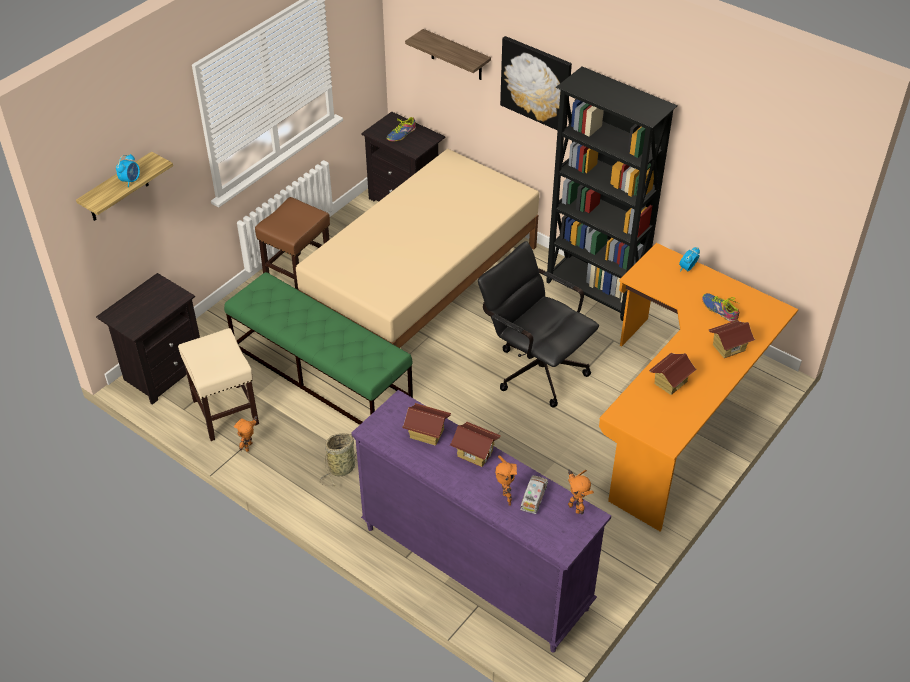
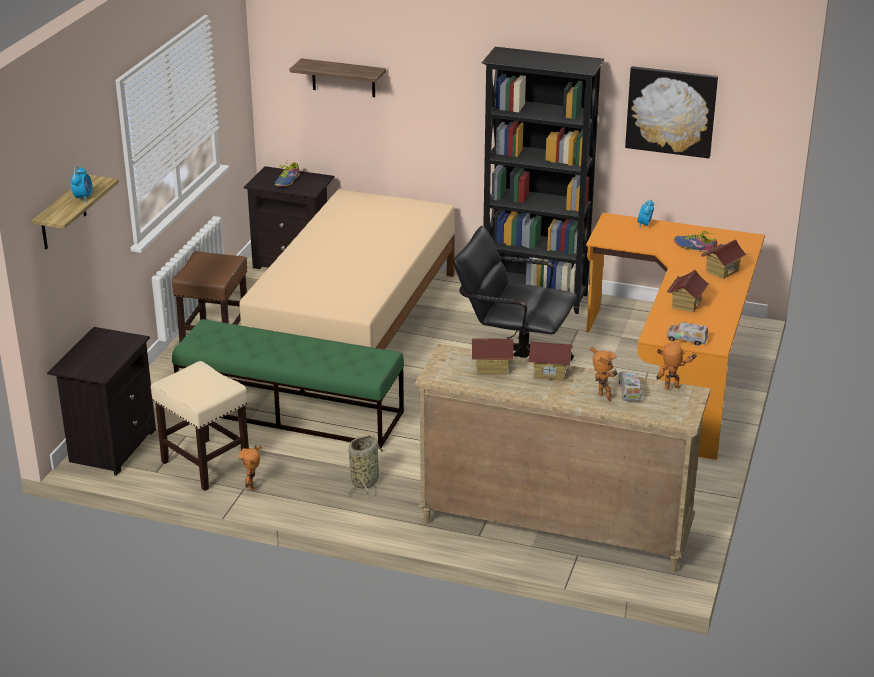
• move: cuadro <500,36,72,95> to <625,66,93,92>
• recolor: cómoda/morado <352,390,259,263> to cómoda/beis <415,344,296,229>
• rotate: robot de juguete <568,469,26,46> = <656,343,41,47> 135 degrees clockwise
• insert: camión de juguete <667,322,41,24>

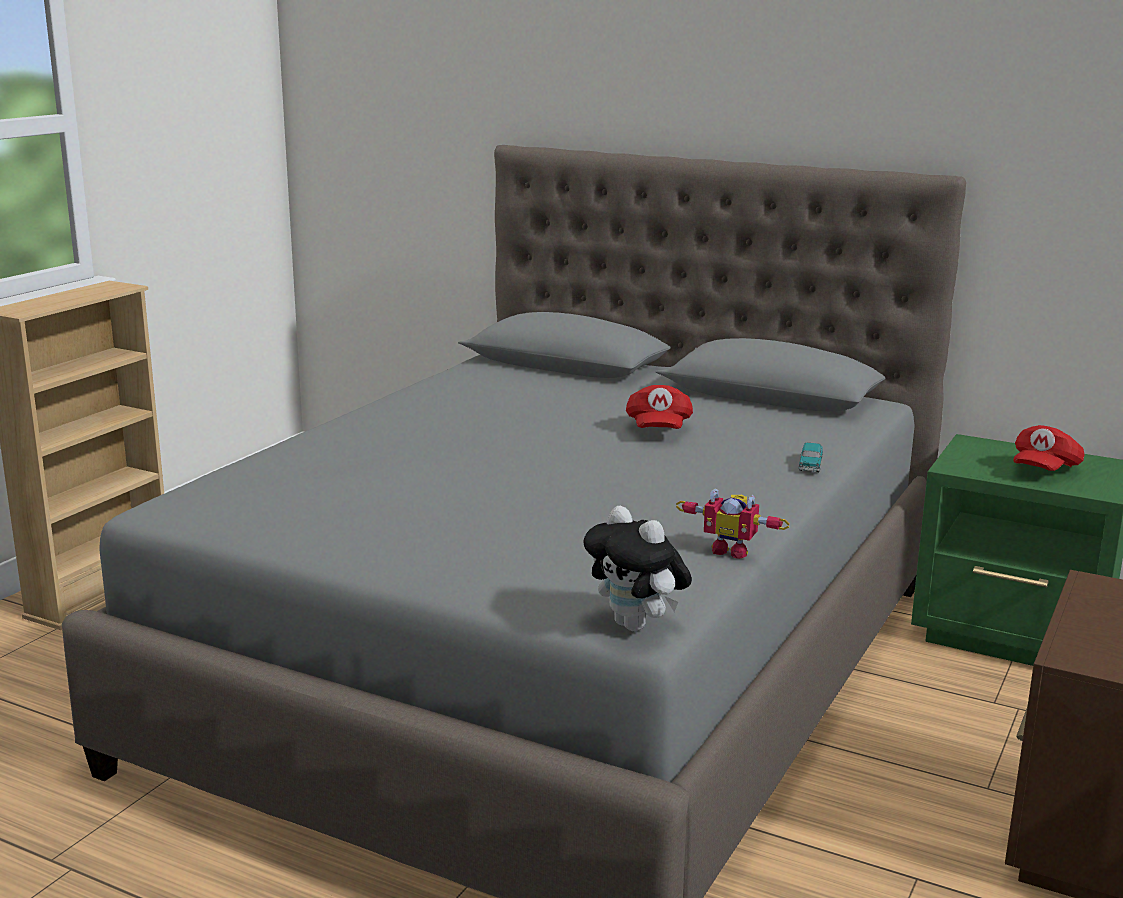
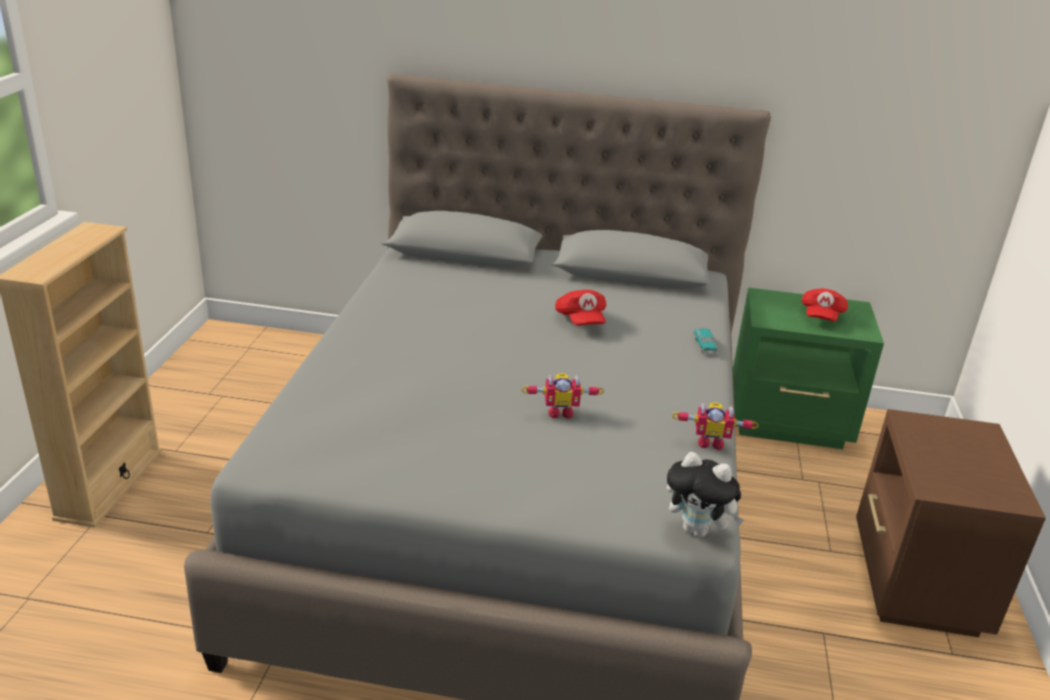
• insert: robot de juguete <521,373,83,46>

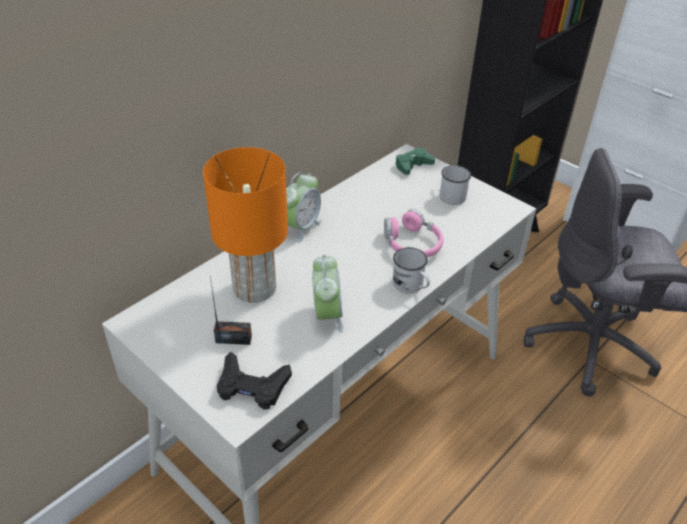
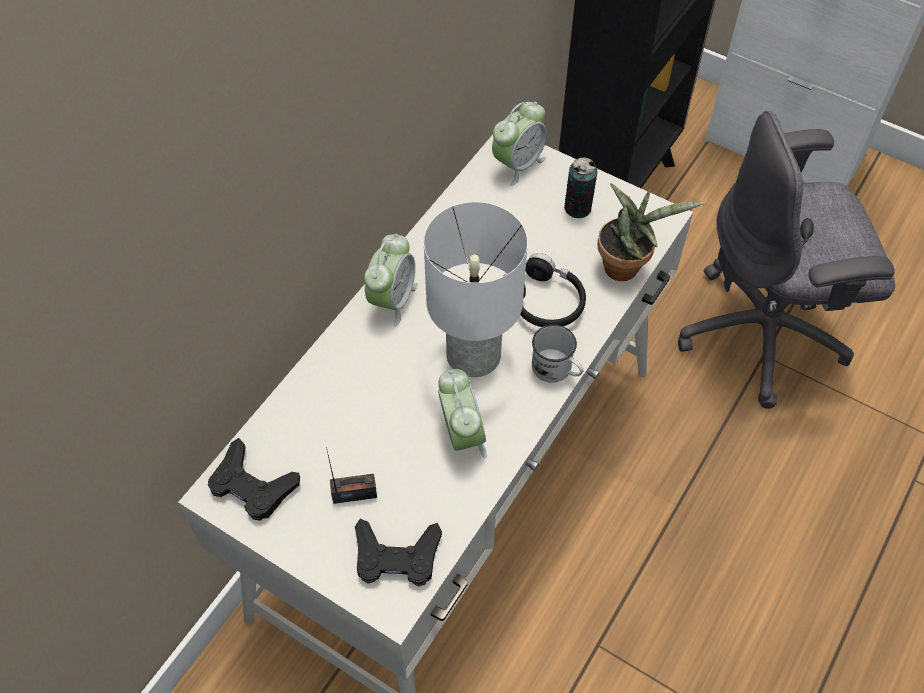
• delete: lámpara de mesa/naranja <203,147,85,156>
• replace: mando de consola/verde <396,147,39,28> to despertador <492,102,55,84>
• replace: taza grande/blanco <440,165,31,40> to lata <564,157,33,61>
• recolor: auriculares/rosa <384,209,59,48> to auriculares/negro <503,253,83,74>
• insert: planta en maceta <598,183,106,98>
• insert: lámpara de mesa/blanco <424,202,104,175>
• insert: mando de consola/negro <208,438,92,83>

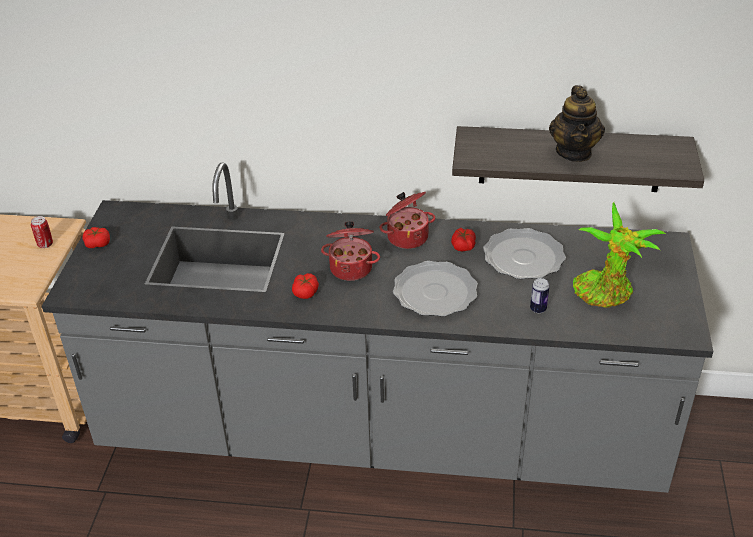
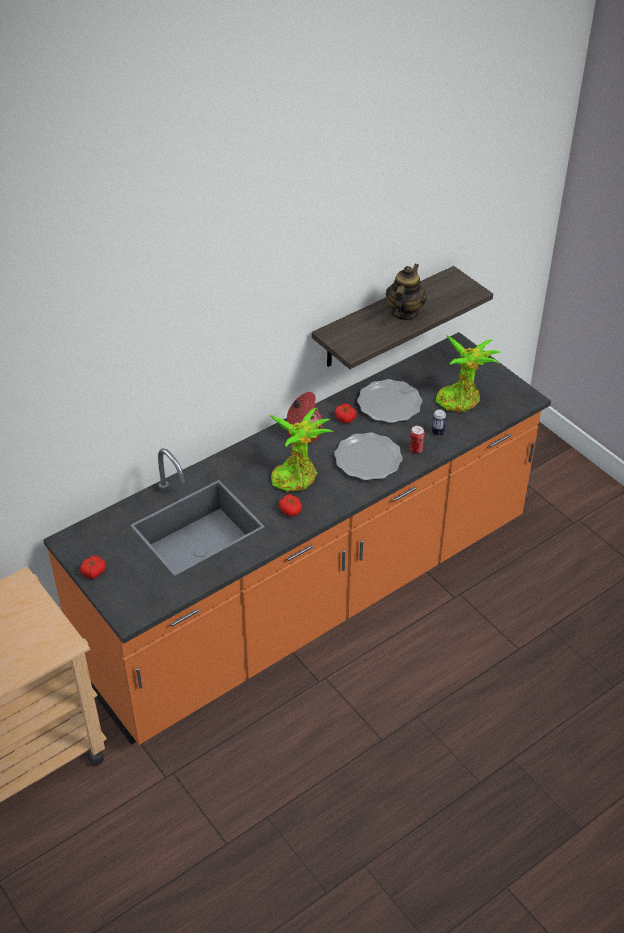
• rotate: tetera <549,85,56,77> = <386,263,41,57> 120 degrees counterclockwise
• recolor: mueble bajo de cocina/gris <42,162,671,331> to mueble bajo de cocina/naranja <43,332,508,413>
• move: lata <31,216,22,32> to <409,426,16,27>
• replace: olla <321,222,59,59> to planta en maceta <269,408,64,84>

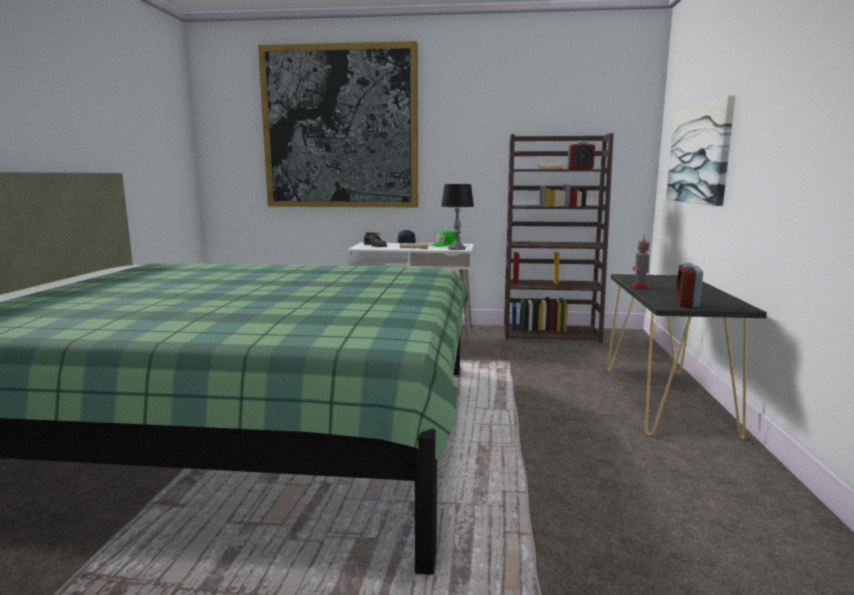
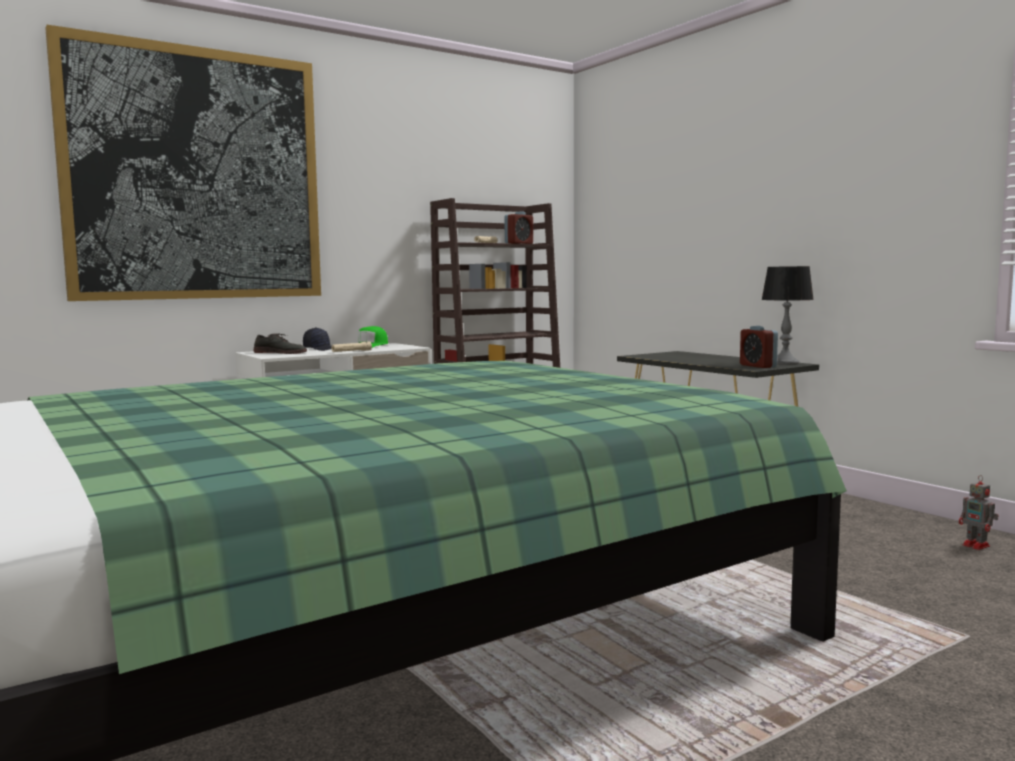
• delete: cuadro <666,95,69,111>
• move: lámpara de mesa <441,184,33,66> to <761,266,53,99>
• move: robot de juguete <632,235,18,53> to <959,475,40,75>

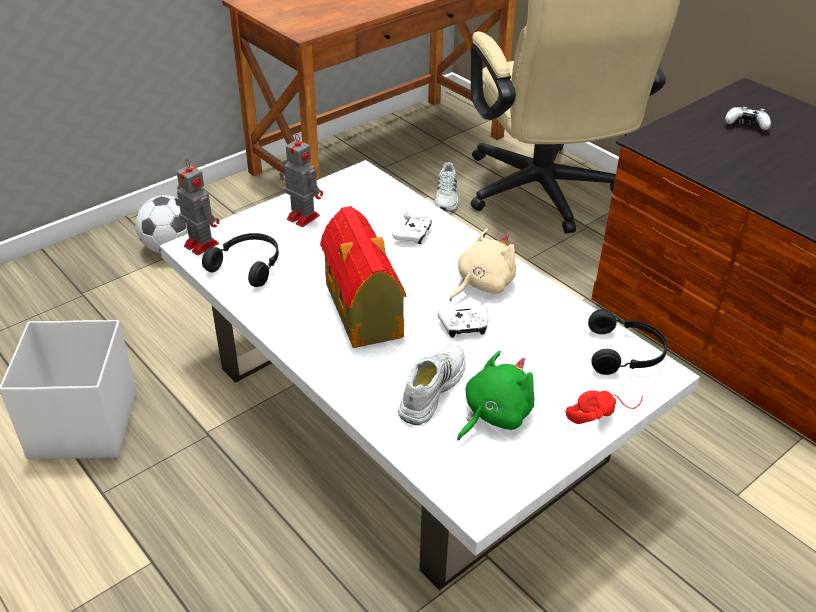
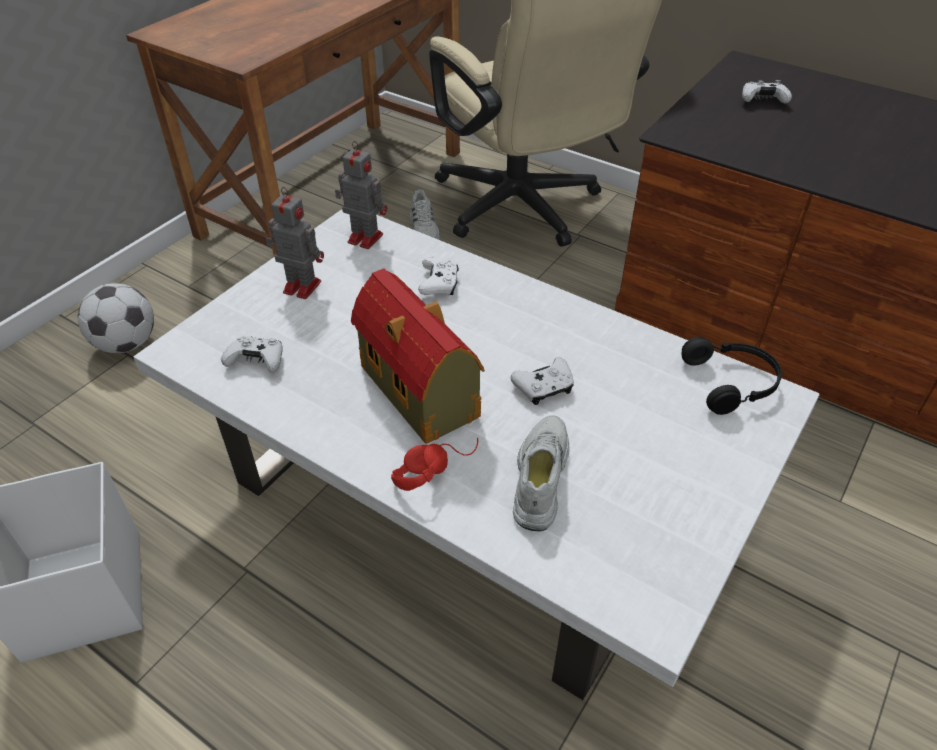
• move: robot de juguete <175,159,44,96> to <335,141,52,108>
• delete: peluche/beis <449,228,67,73>
• replace: auriculares/negro <202,233,77,54> to mando de consola/blanco <221,336,61,36>
• delete: peluche/verde <457,351,77,90>
• move: auriculares/rojo <566,391,77,33> to <391,438,87,53>

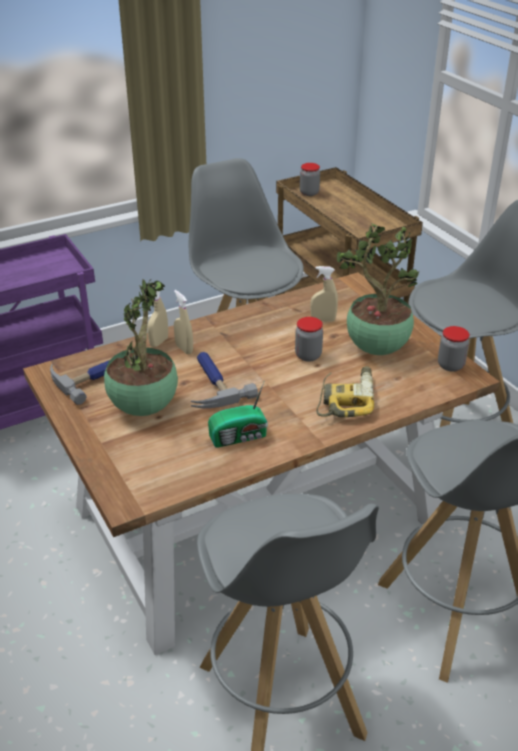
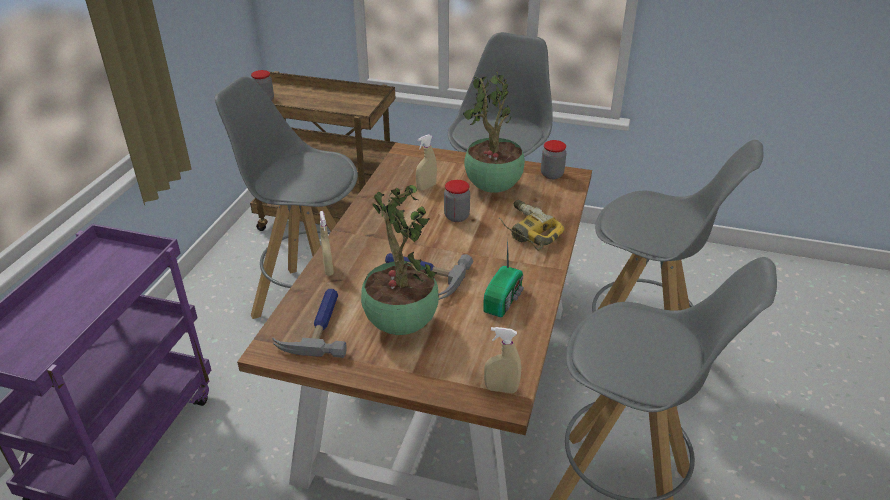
• move: pulverizador/beis <174,290,19,64> to <484,327,37,66>

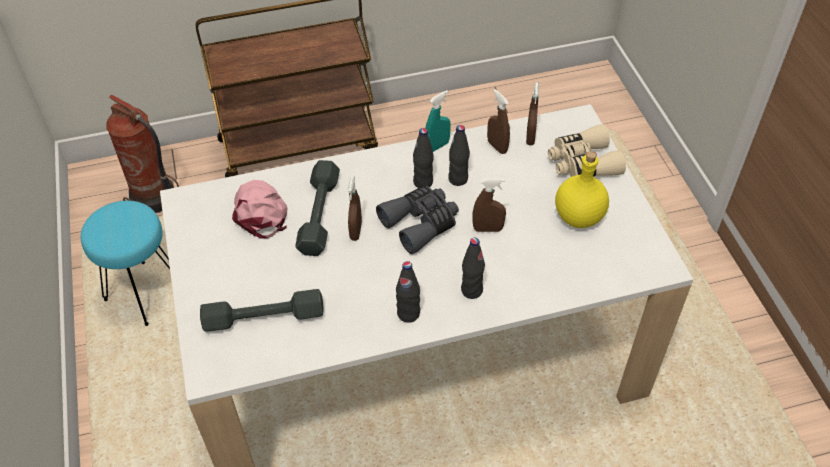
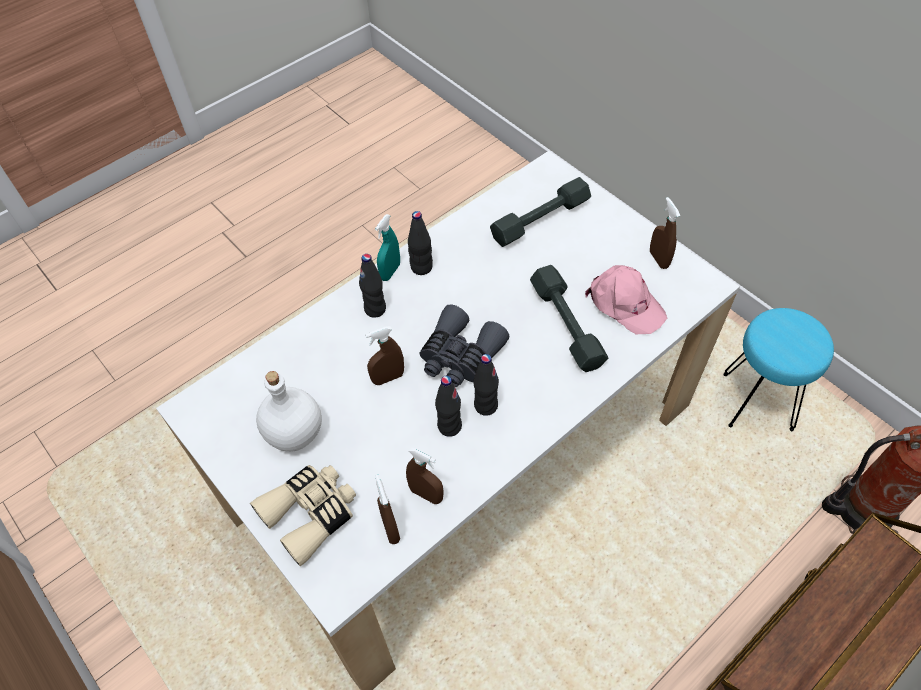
• move: pulverizador/turquesa <426,90,25,62> to <375,214,25,67>
• recolor: botella/amarillo <555,151,54,77> to botella/blanco <256,371,66,81>
• move: pulverizador/marrón <348,176,14,65> to <650,197,30,72>

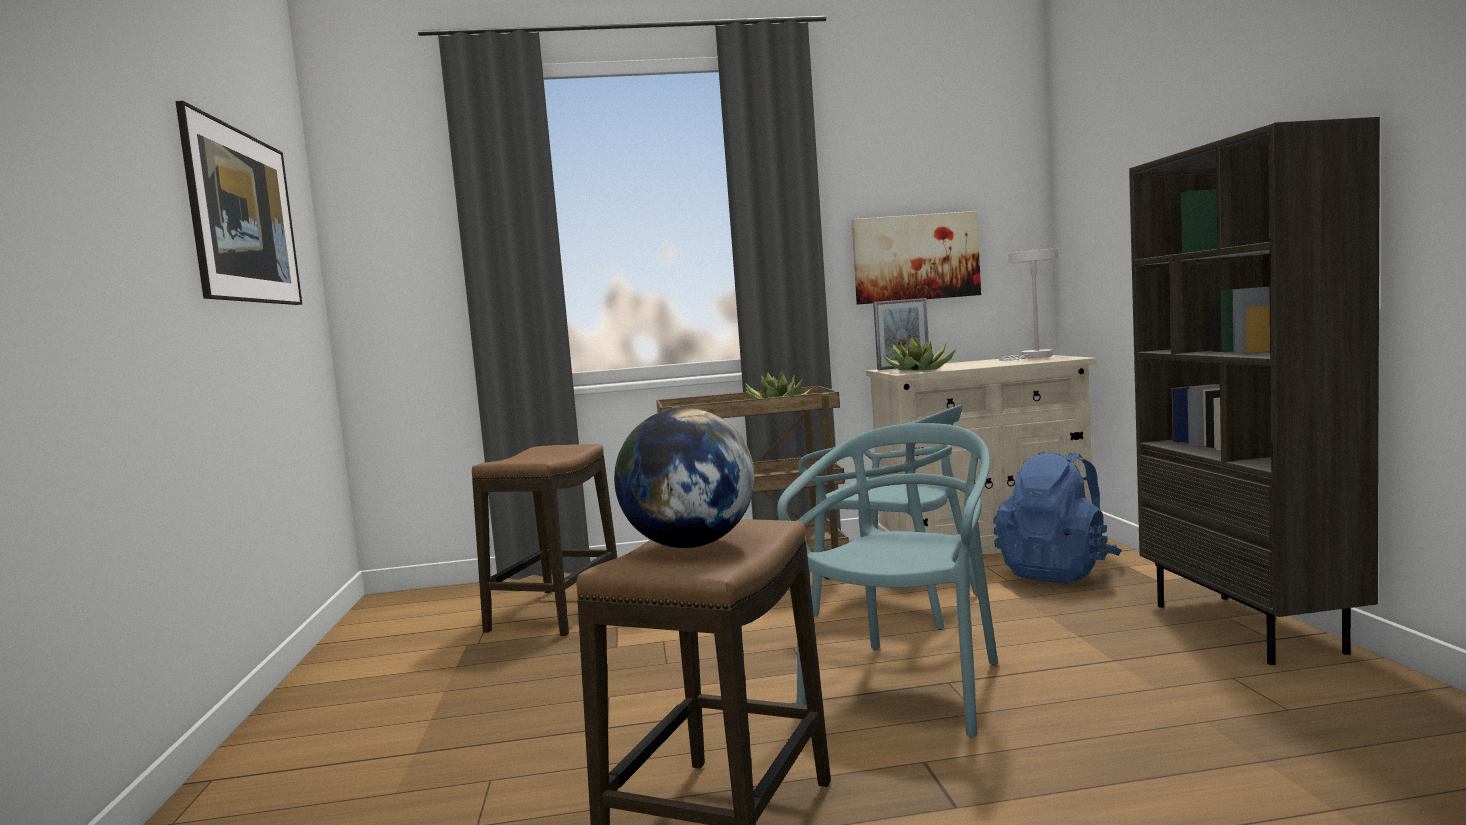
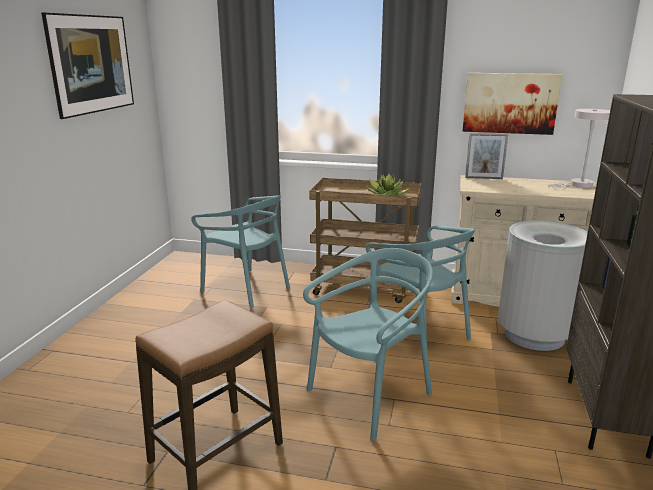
• delete: planta en maceta <883,337,73,34>
• delete: globo terráqueo <614,408,141,140>
• replace: taburete <472,444,145,193> to silla/turquesa <191,195,99,113>
• replace: mochila/azul <993,451,129,132> to papelera/gris <498,221,90,130>

